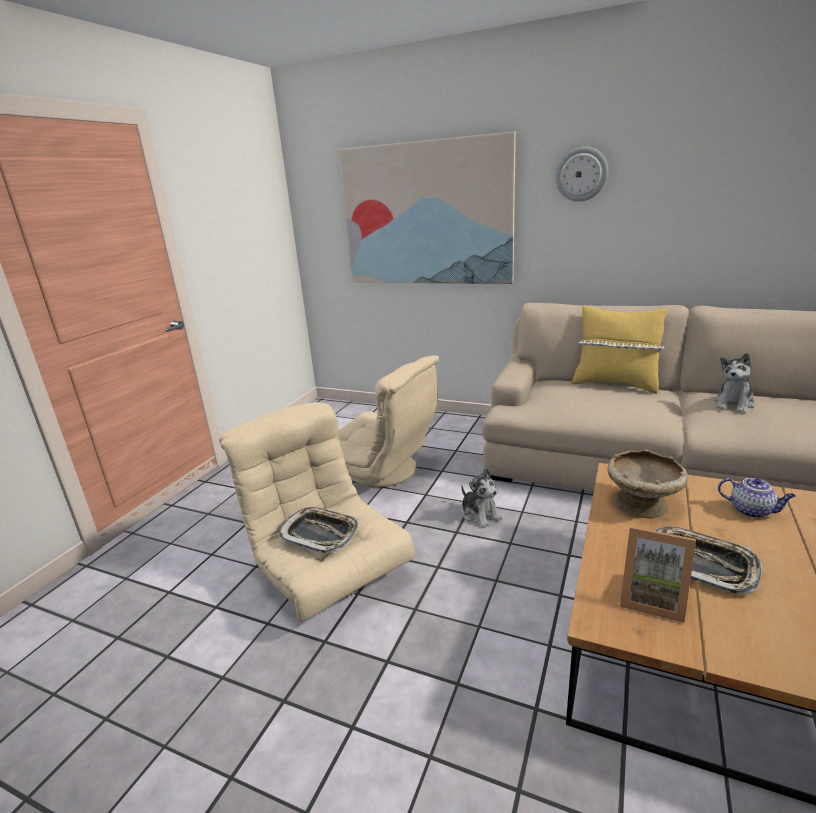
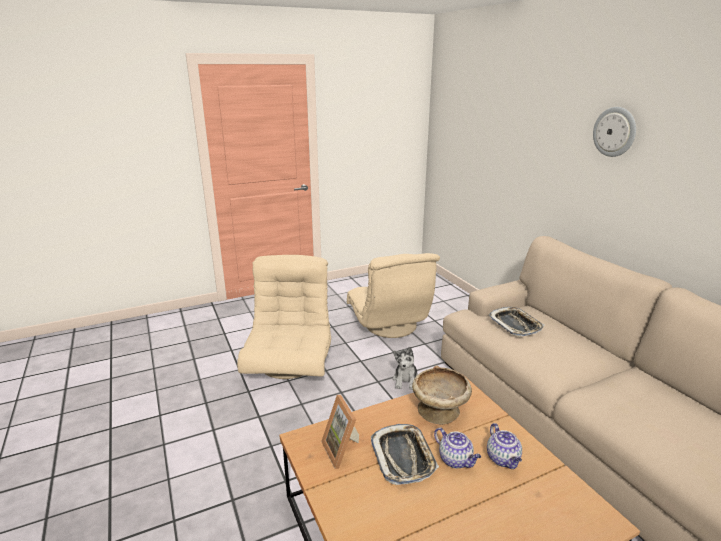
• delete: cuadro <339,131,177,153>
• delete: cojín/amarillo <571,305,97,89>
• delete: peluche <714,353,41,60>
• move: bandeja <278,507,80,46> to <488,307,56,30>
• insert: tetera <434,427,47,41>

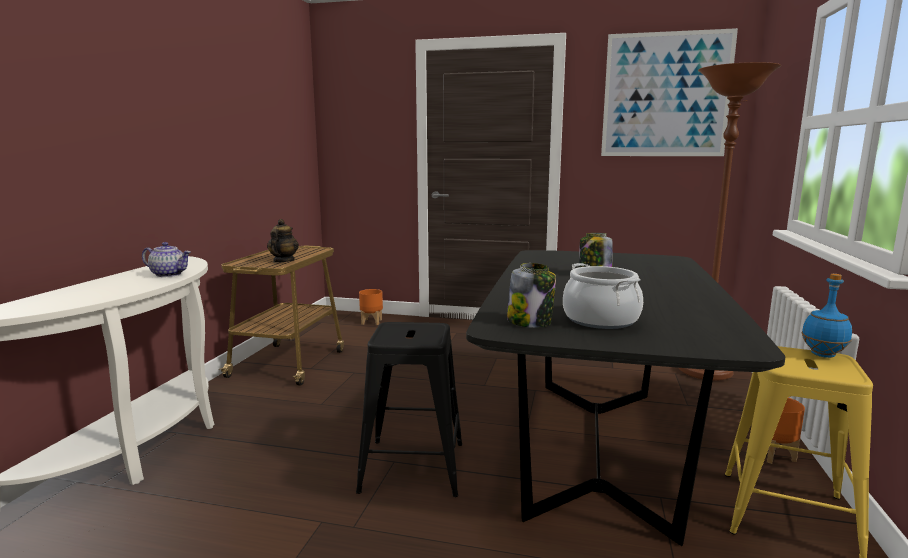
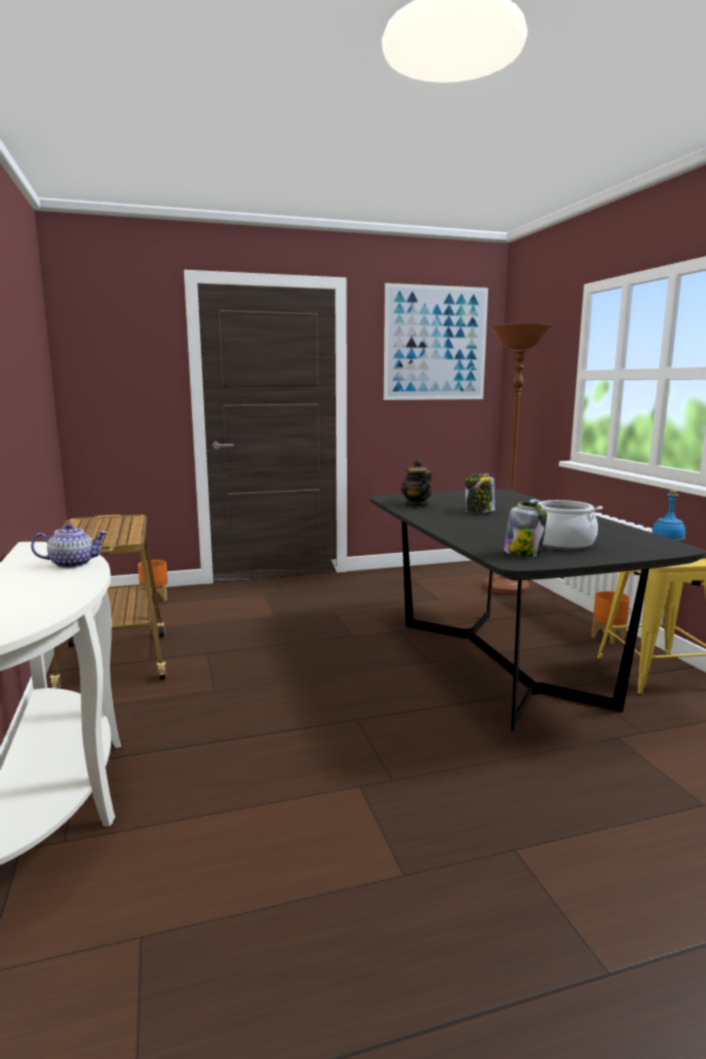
• move: tetera <267,219,32,44> to <401,459,32,48>
• delete: taburete/negro <356,322,107,175>

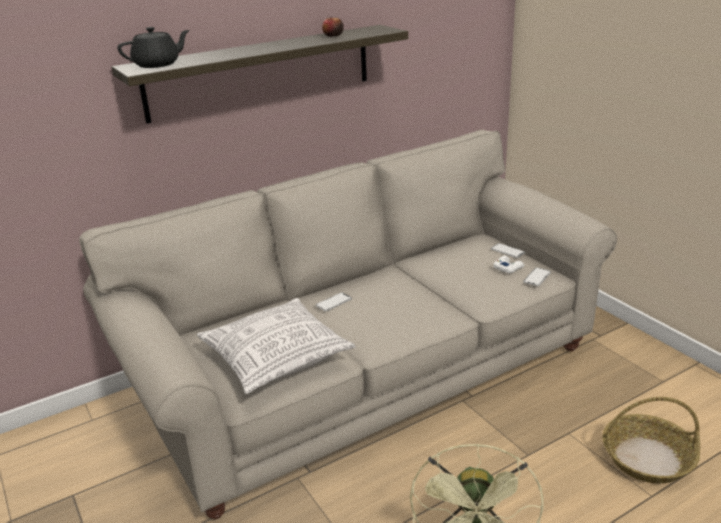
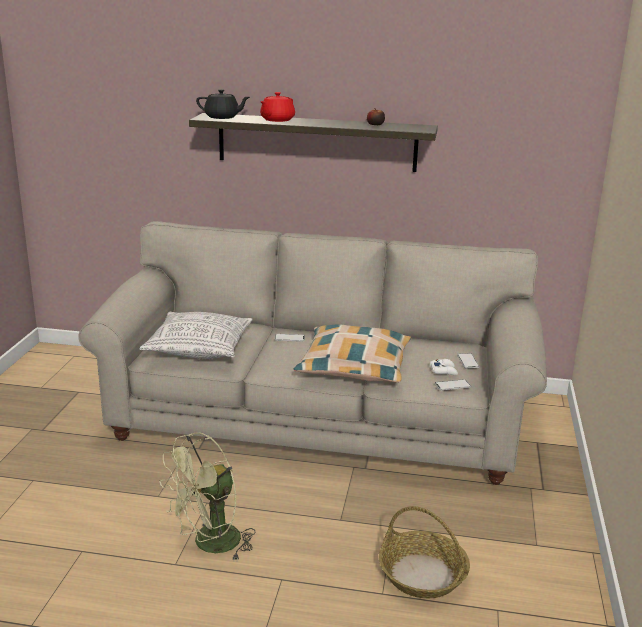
• insert: tetera/rojo <260,92,35,30>
• insert: cojín <293,324,118,59>

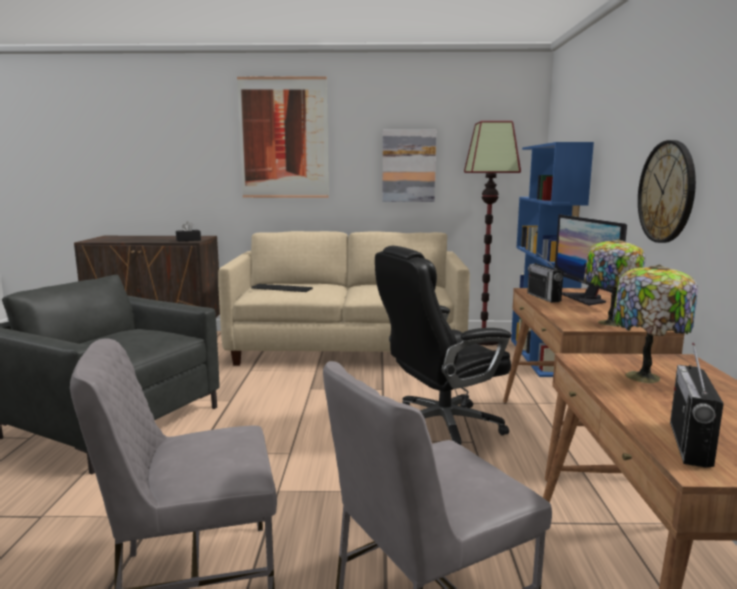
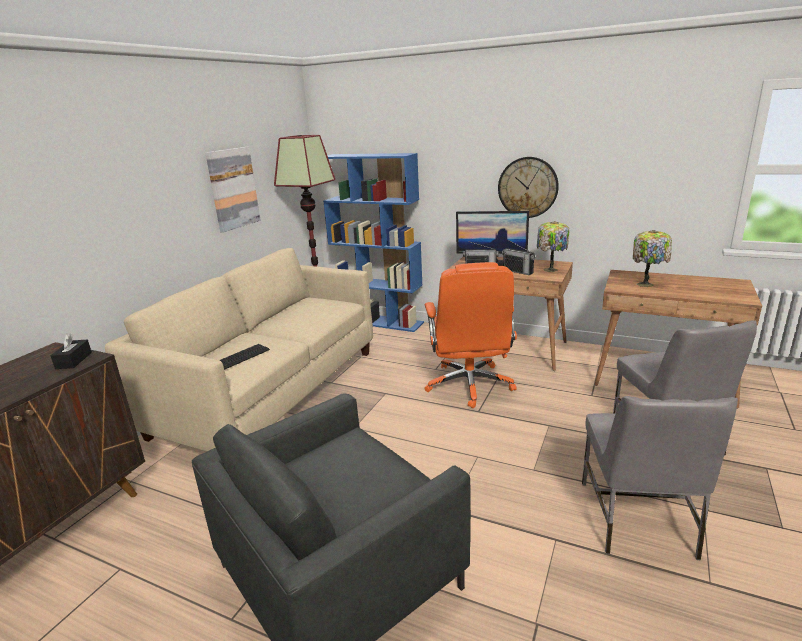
• delete: cuadro <237,76,92,122>
• recolor: silla de oficina/negro <375,246,136,199> to silla de oficina/naranja <424,262,93,146>
• move: radio <670,343,54,125> to <502,240,33,35>

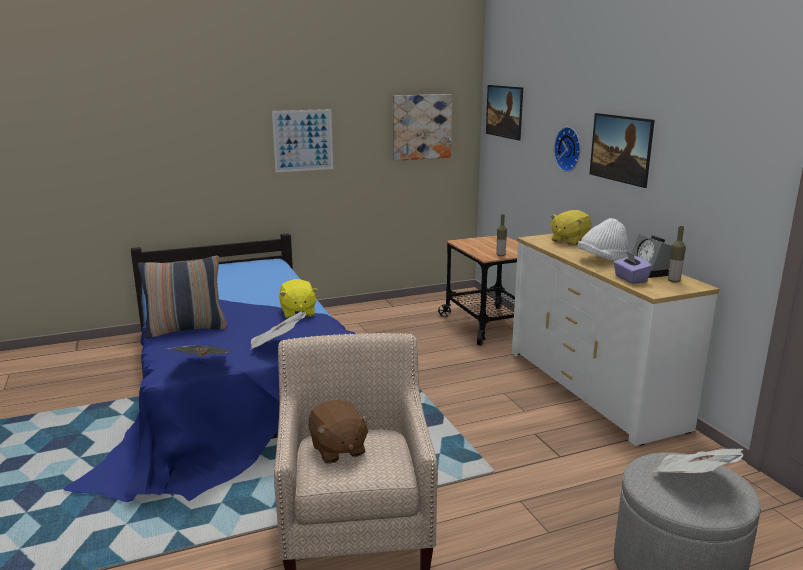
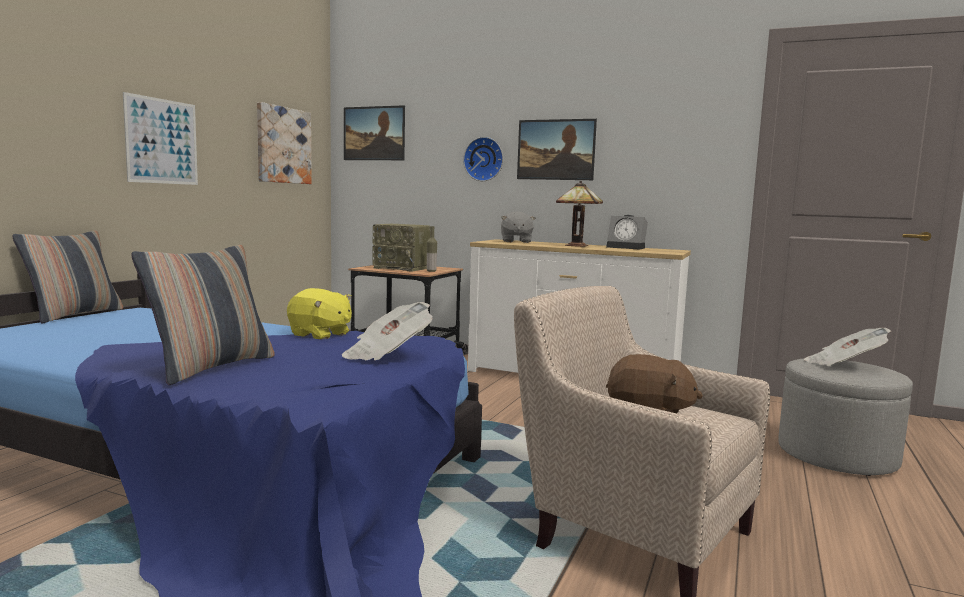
• recolor: peluche/amarillo <550,210,41,35> to peluche/gris <501,211,35,32>
• replace: sombrero/blanco <578,218,50,43> to lámpara de mesa <556,181,47,66>
• delete: botella <668,226,18,57>
• delete: caja de pañuelos/morado <613,251,39,33>
• delete: periódico <166,346,67,11>
• insert: radio <372,224,58,48>
• insert: cojín <13,231,110,92>

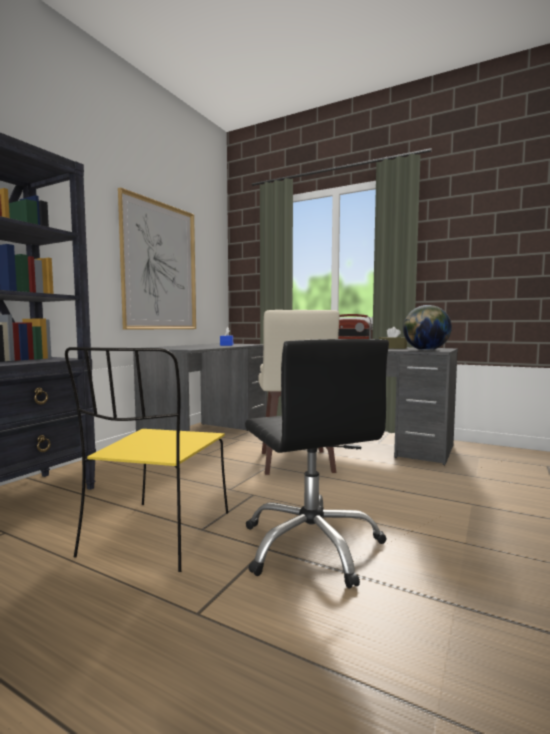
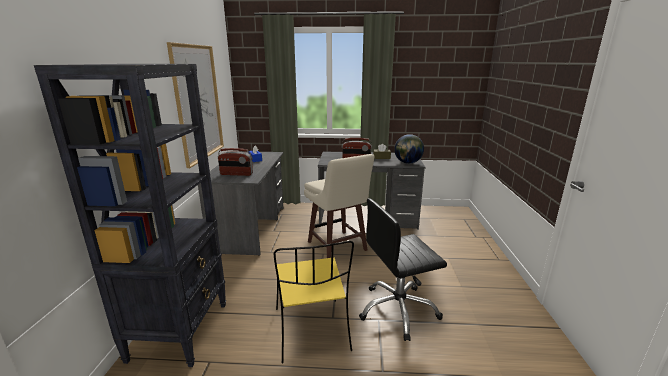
• rotate: silla de oficina/negro <245,339,144,249> = <359,198,88,143> 120 degrees clockwise
• insert: radio <218,148,35,28>

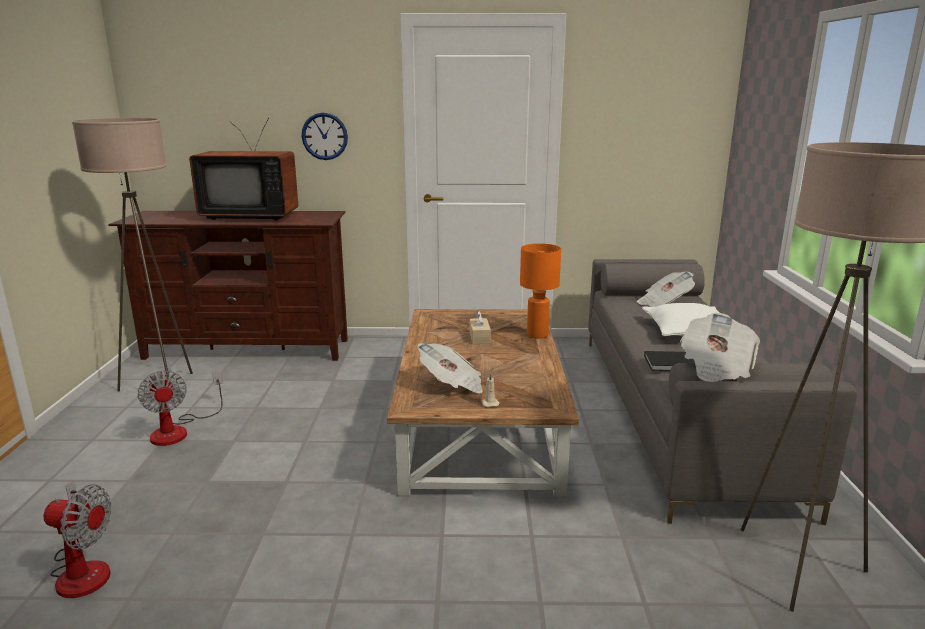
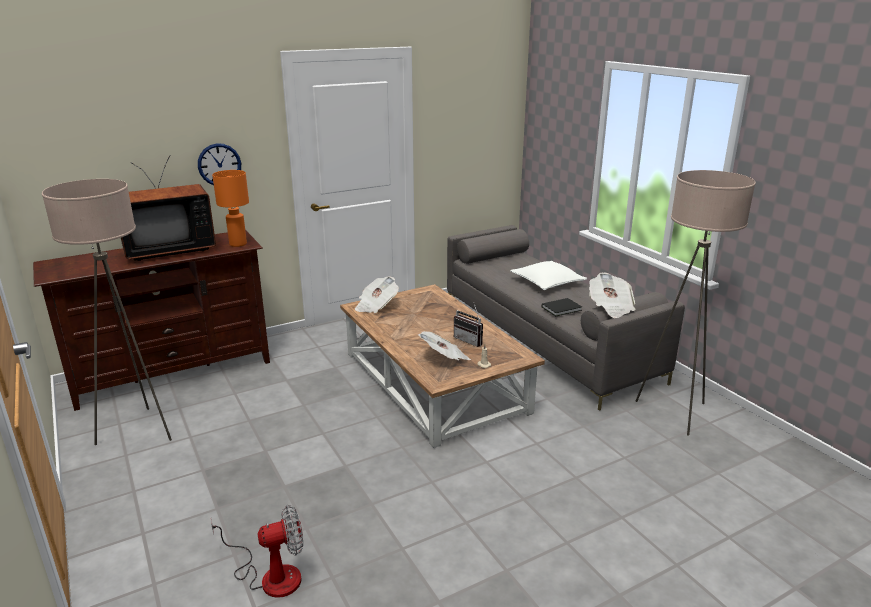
• move: lámpara de mesa/naranja <520,243,41,96> to <212,170,37,77>
• move: periódico <637,272,58,35> to <355,276,44,37>
• delete: caja de pañuelos/beis <470,310,21,34>
• delete: ventilador <137,371,86,75>
• insert: radio <454,304,29,43>

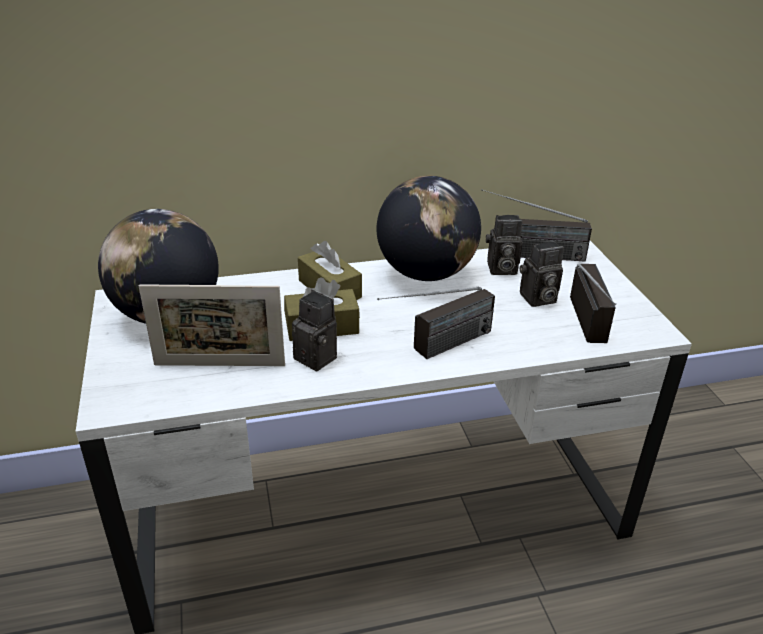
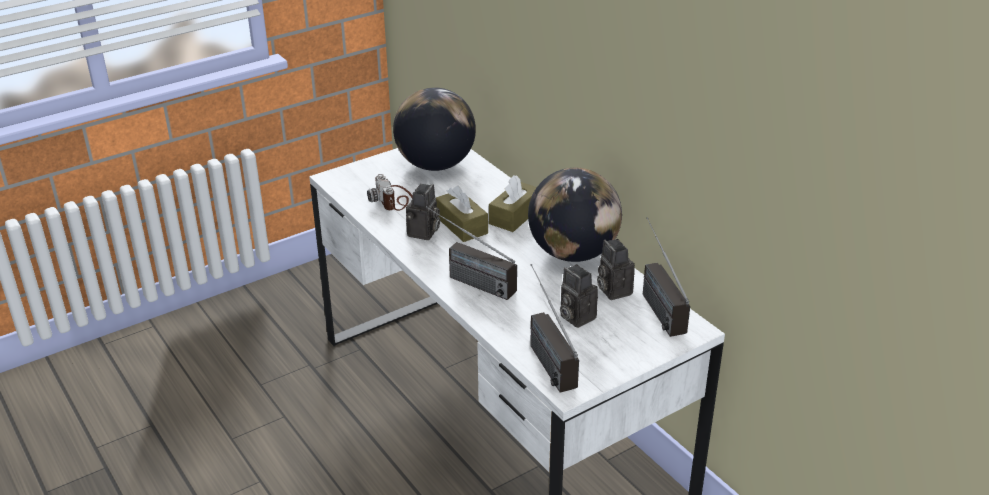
• rotate: radio <570,264,46,79> = <530,264,49,129> 90 degrees clockwise
• replace: portarretratos <139,284,146,82> to cámara <367,174,45,37>

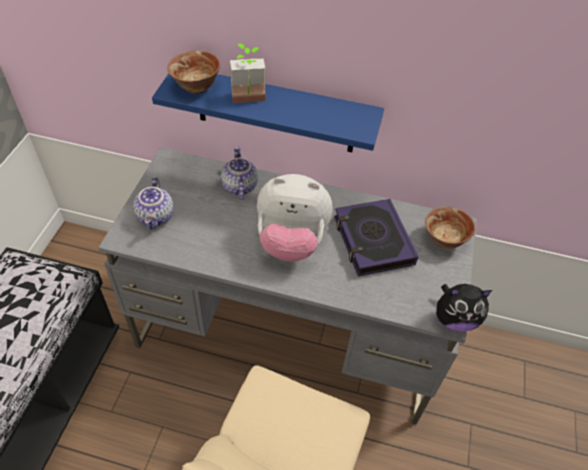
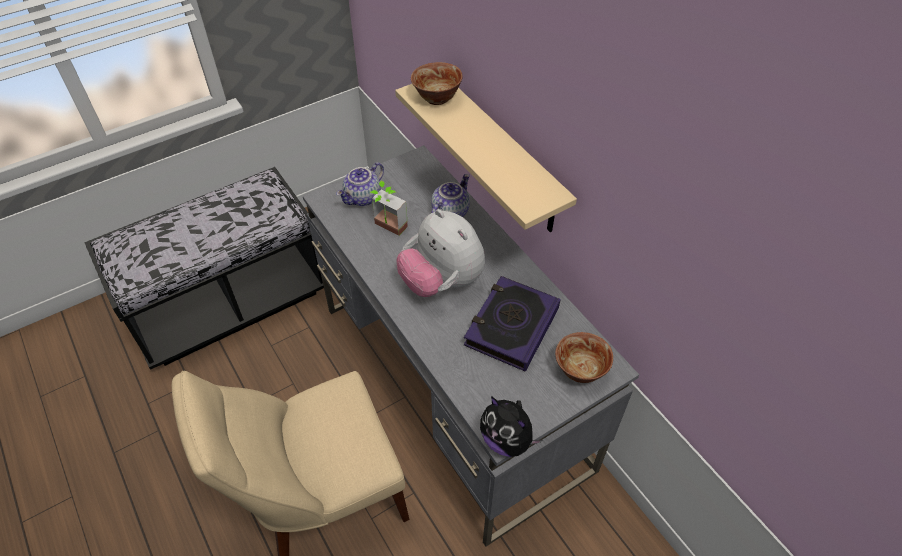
• move: planta en maceta <230,43,36,60> to <369,180,39,56>
• recolor: estante/azul <152,73,232,79> to estante/beis <395,84,182,148>

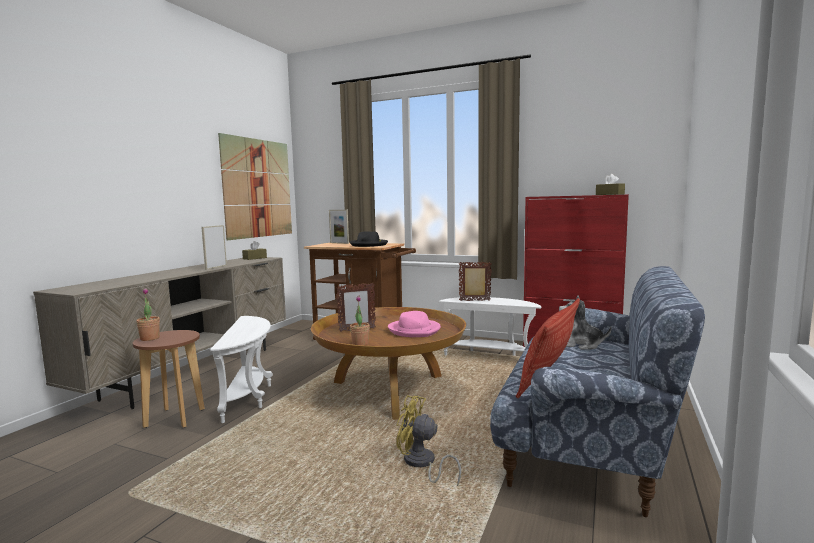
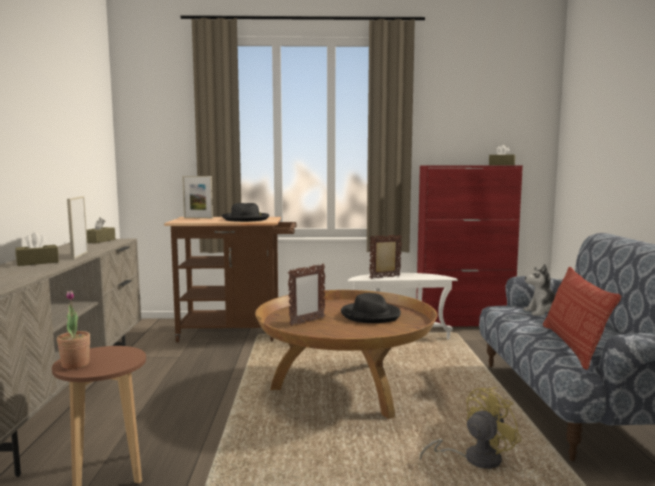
• delete: cuadro <218,133,74,108>
• delete: planta en maceta <350,296,20,50>
• recolor: sombrero/rosa <388,311,53,26> to sombrero/negro <341,293,60,30>
• delete: mesa auxiliar/blanco <210,316,63,107>
• rotate: ventilador/amarillo <396,395,66,91> = <420,387,102,82> 150 degrees clockwise
• insert: caja de pañuelos/marrón <15,232,44,34>

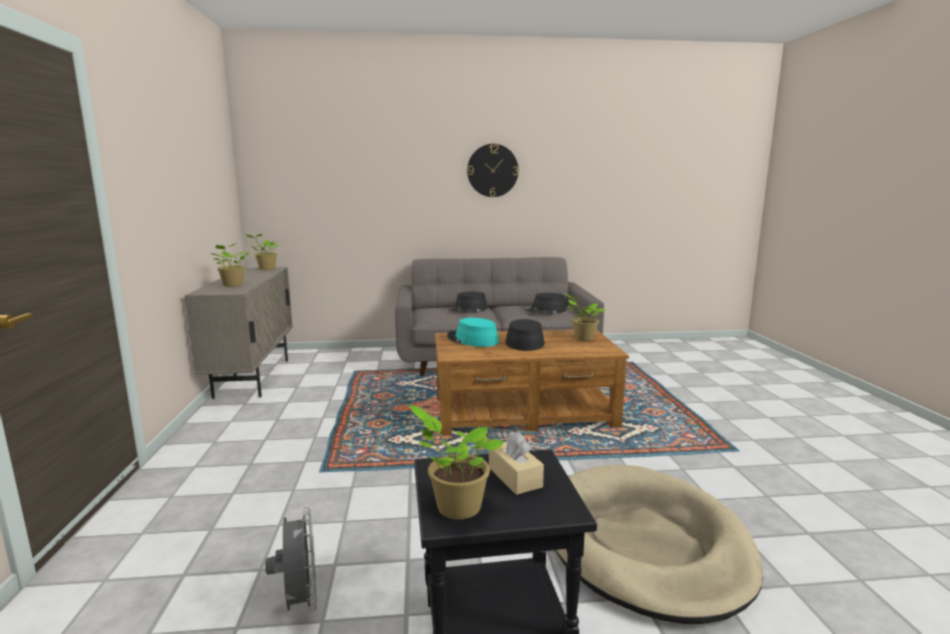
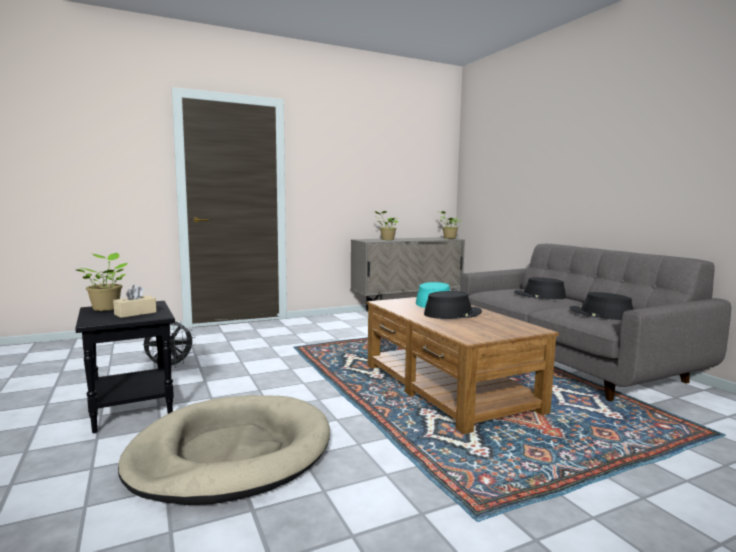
• delete: reloj de pared <467,144,52,53>
• delete: planta en maceta <564,293,41,48>

